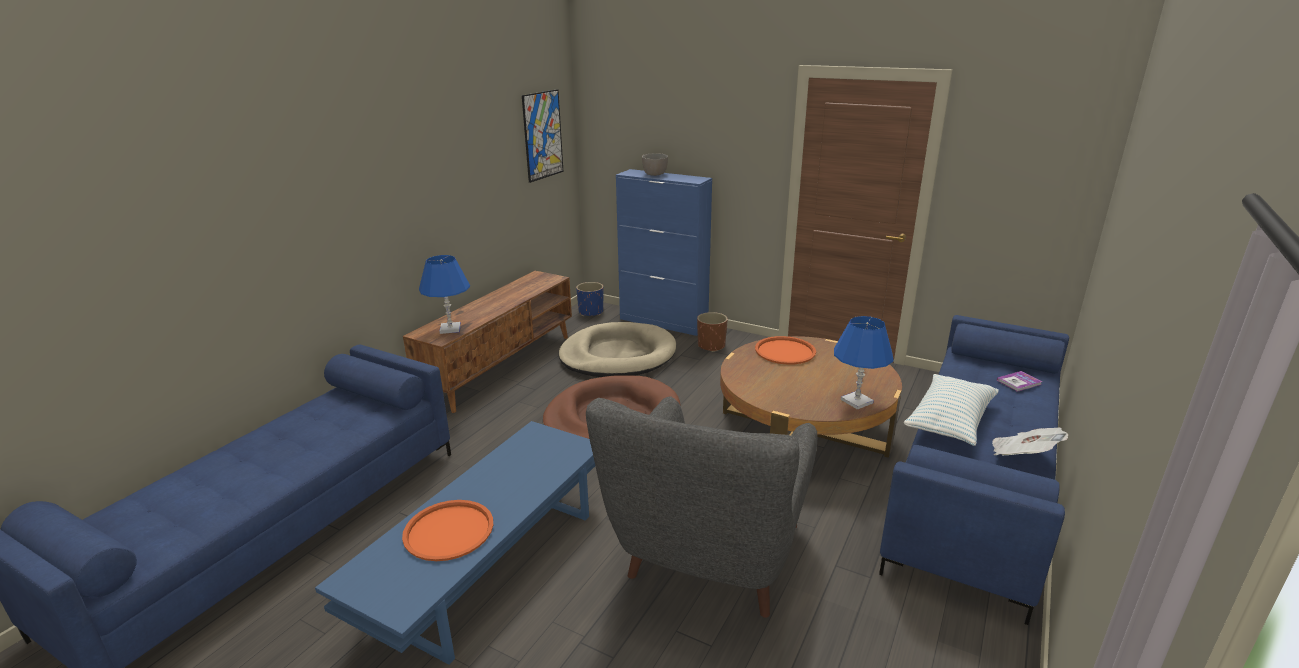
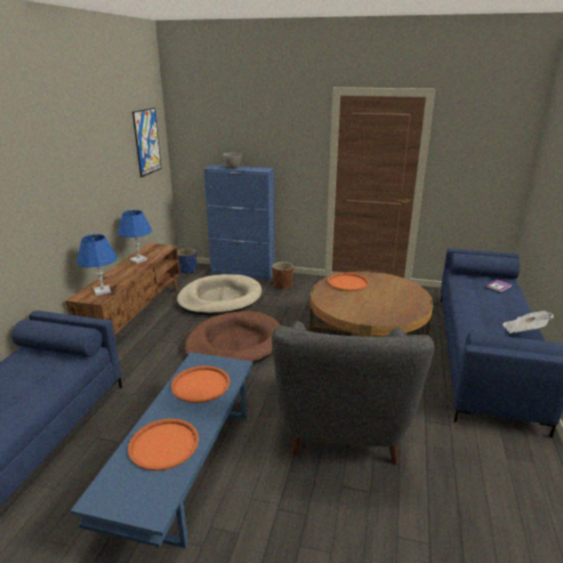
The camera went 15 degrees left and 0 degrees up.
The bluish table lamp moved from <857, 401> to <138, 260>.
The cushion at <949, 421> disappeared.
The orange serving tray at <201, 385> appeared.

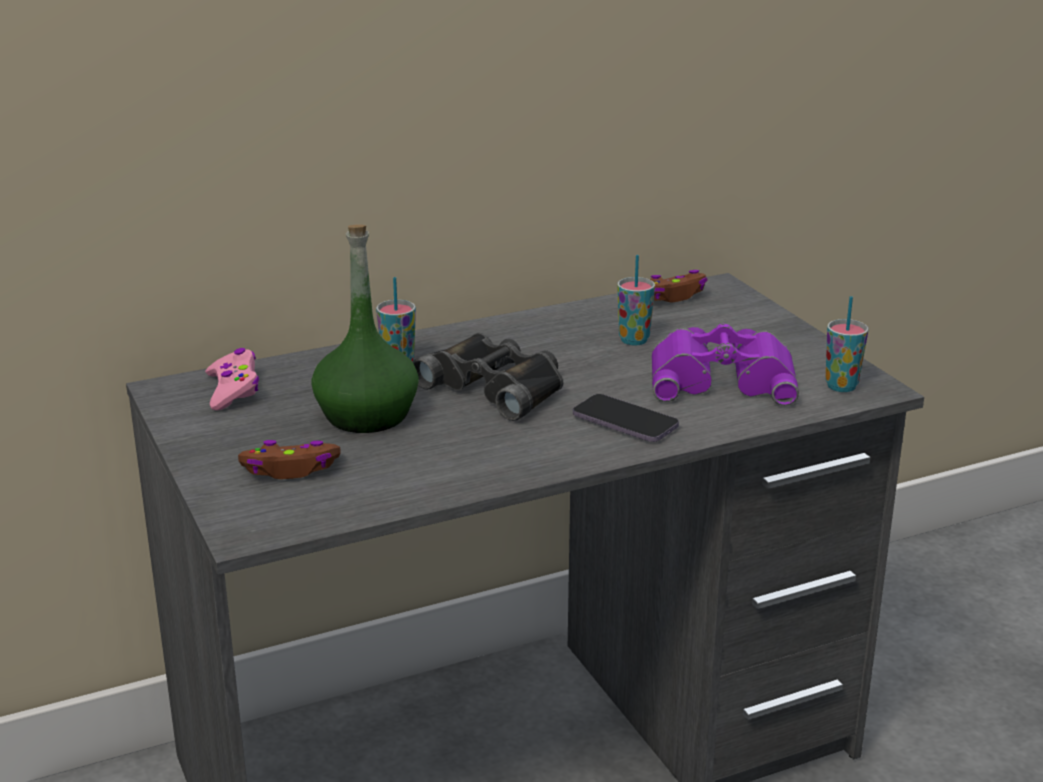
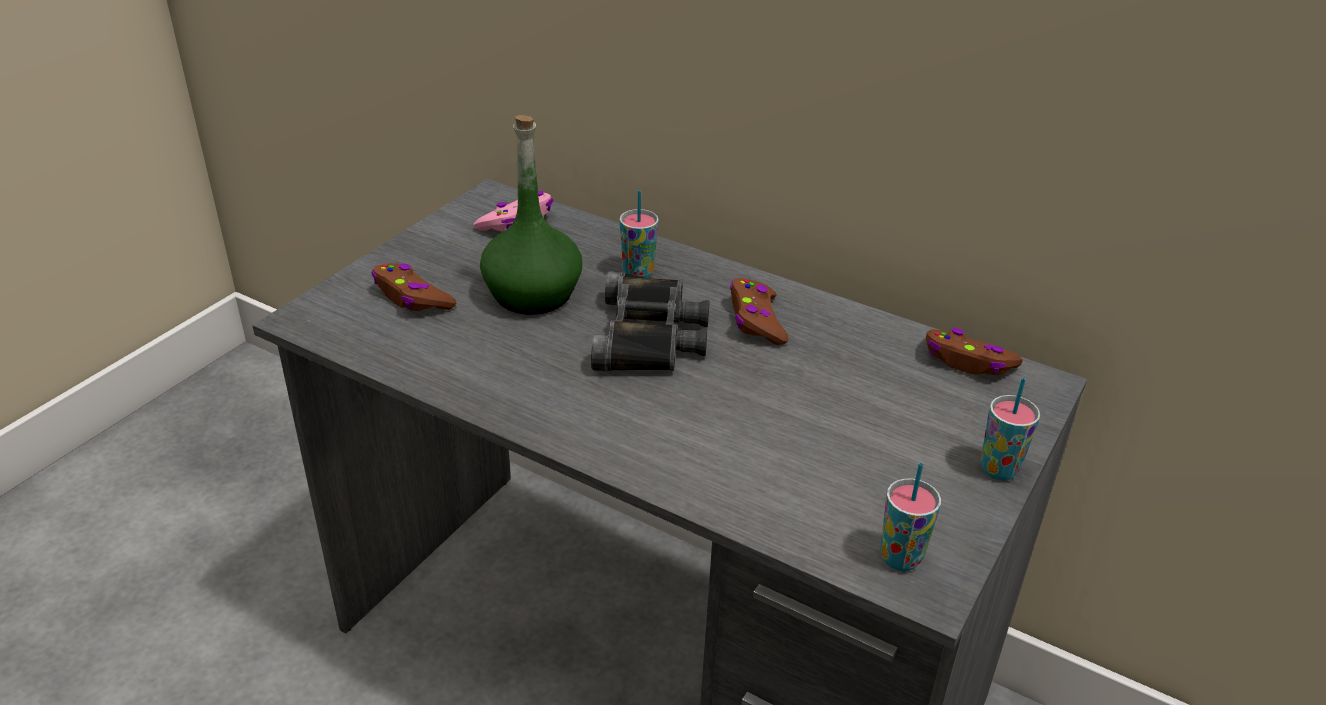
The camera went 55 degrees right and 10 degrees up.
The cup moved from <634, 340> to <998, 470>.
The purple field glasses at <722, 378> disappeared.
The phone at <625, 422> disappeared.
The brown game controller at <756, 320> appeared.

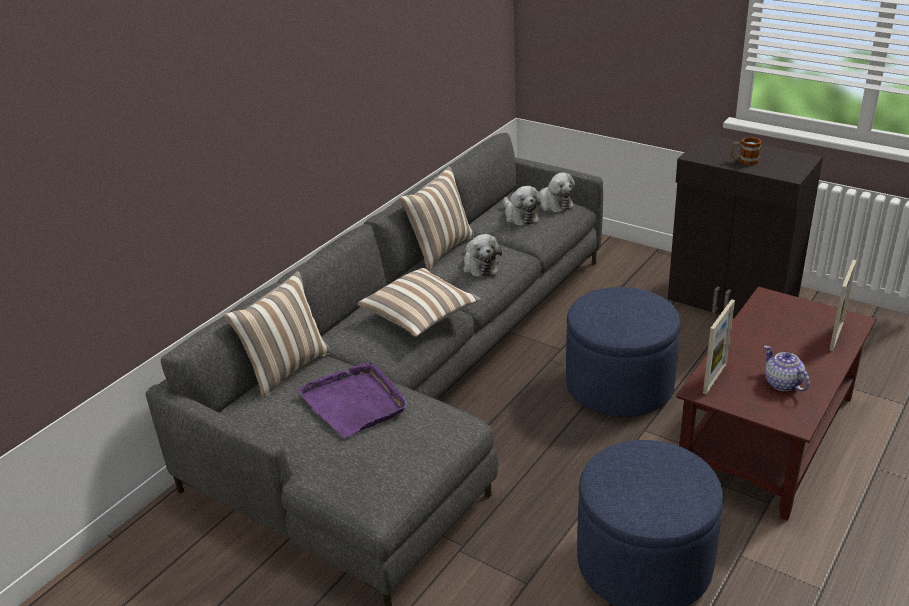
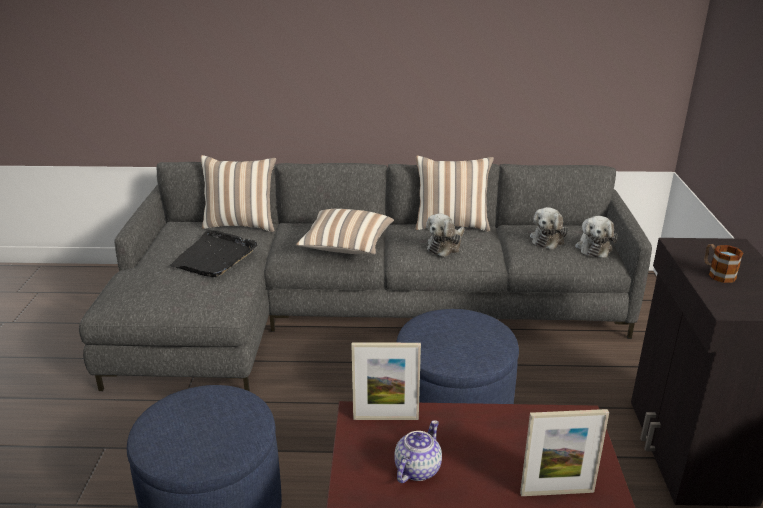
The camera went 55 degrees right and 5 degrees down.
The purple serving tray at <355, 402> became the blackish serving tray at <215, 257>.

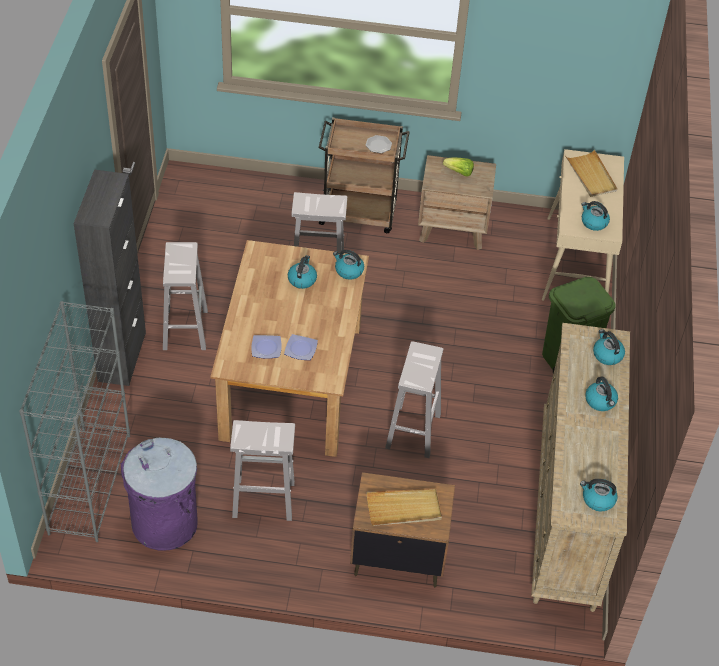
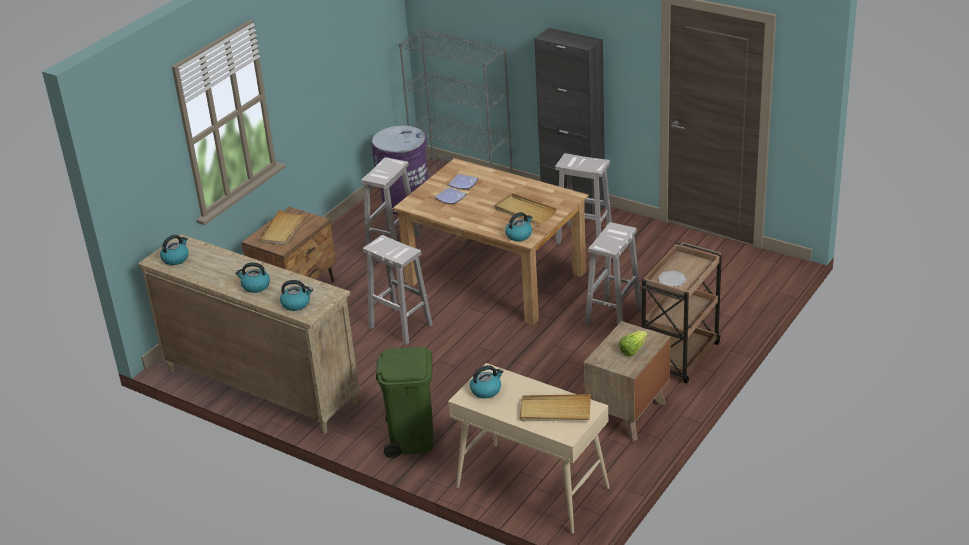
The camera went 120 degrees right and 15 degrees down.
The tea kettle at <302, 279> was replaced by the beige serving tray at <524, 211>.

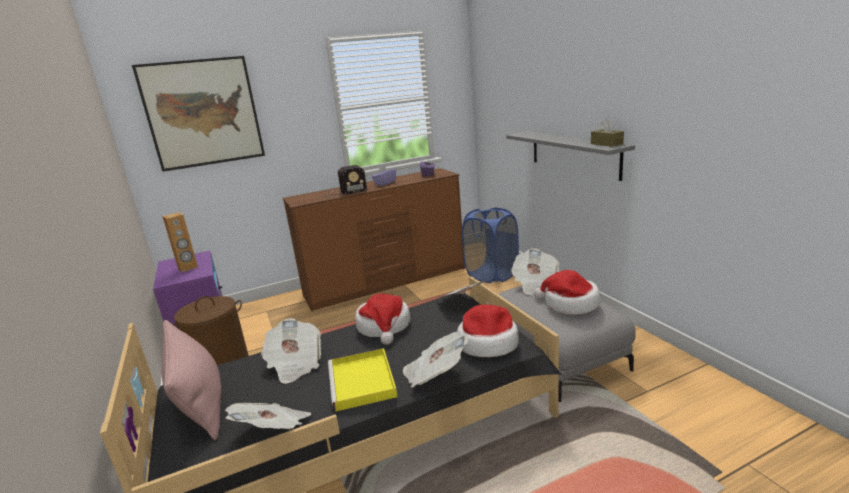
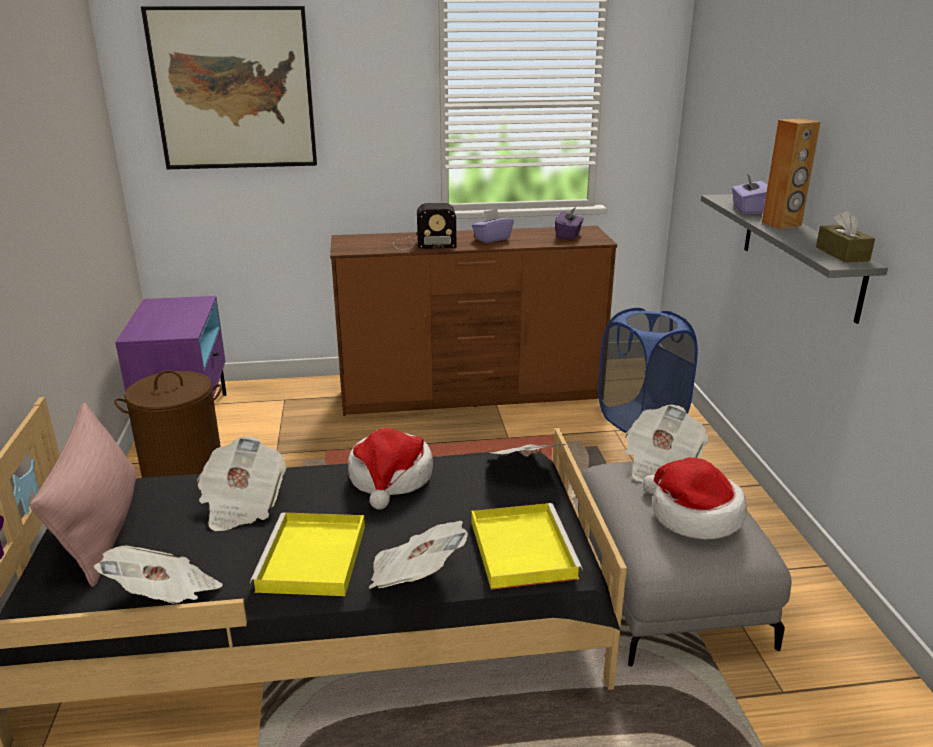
The camera went 15 degrees right and 5 degrees up.
The brown loudspeaker moved from <188, 268> to <781, 224>.
The hat at <487, 343> was replaced by the yellow-coloured serving tray at <521, 548>.
The purple tissue box at <748, 210> appeared.

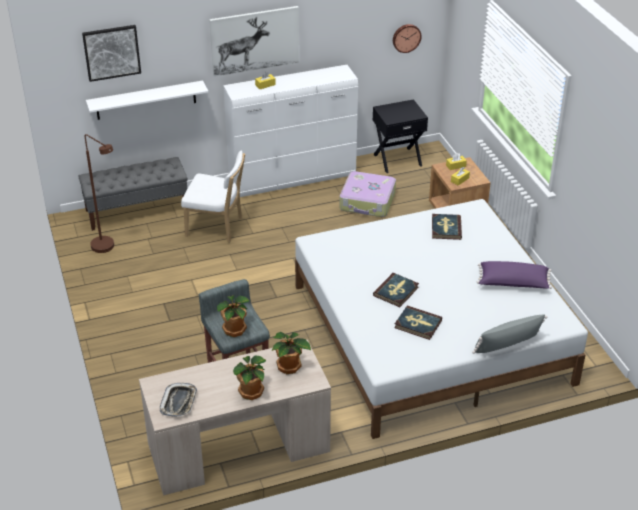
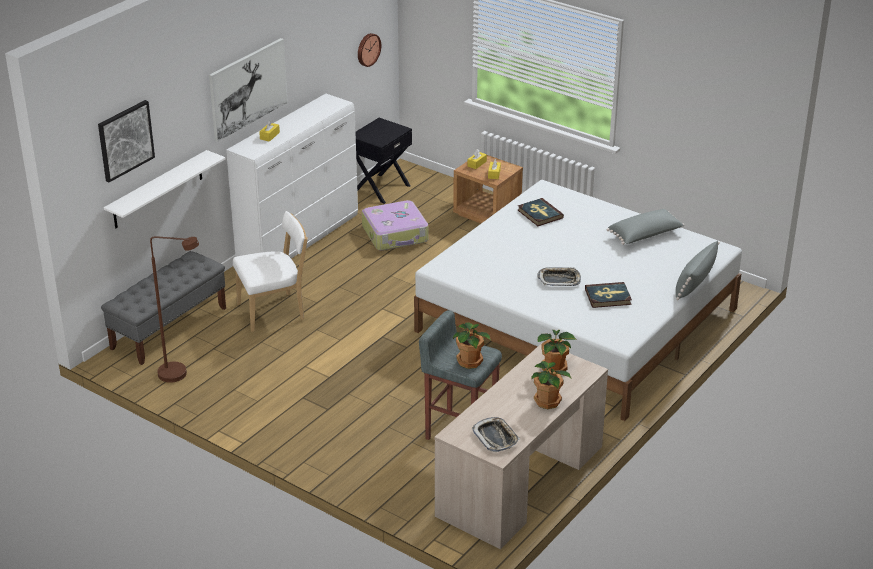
The camera went 35 degrees left and 5 degrees down.
The purple cushion at <513, 283> became the gray cushion at <645, 235>.
The book at <396, 291> was replaced by the serving tray at <559, 279>.

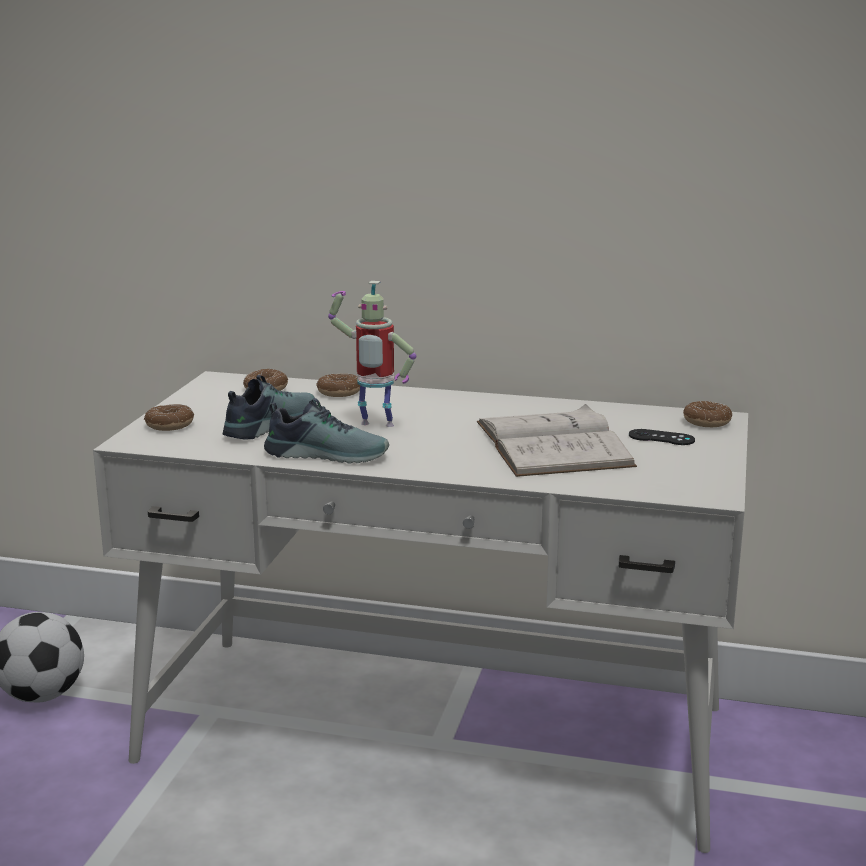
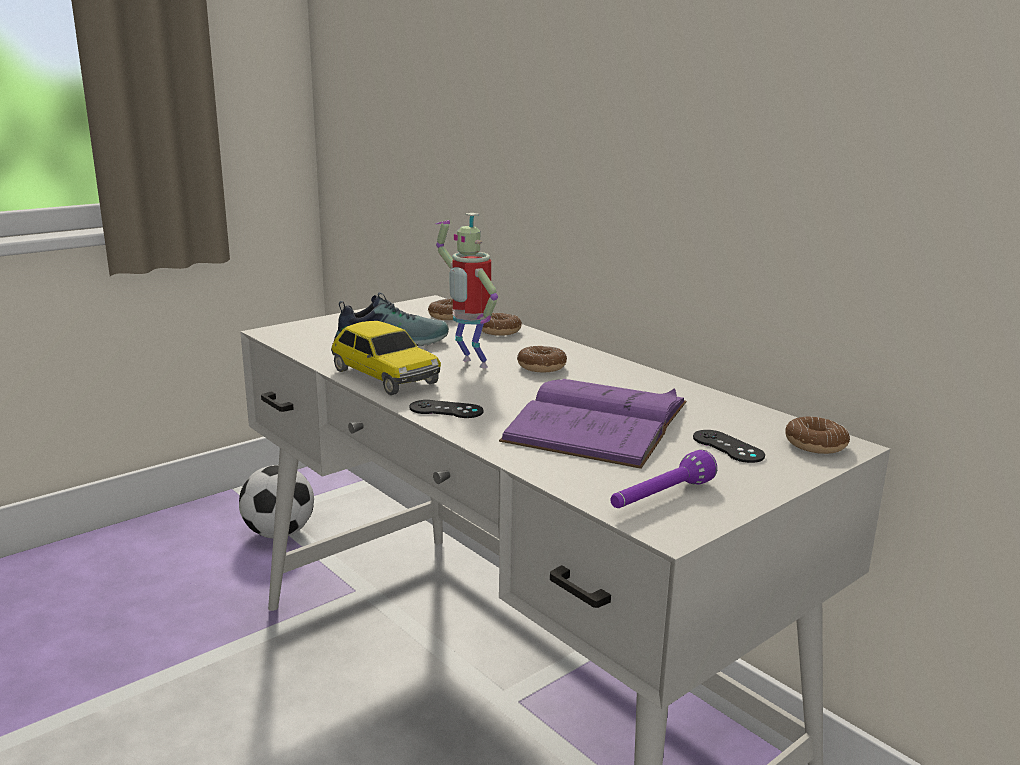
The camera went 35 degrees right and 0 degrees up.
The shoe at <327, 454> was replaced by the toy car at <384, 376>.
The doughnut moved from <169, 425> to <541, 367>.
The white book at <553, 444> became the purple book at <598, 421>.
The blackish game controller at <446, 410> appeared.
The purple flashlight at <660, 497> appeared.

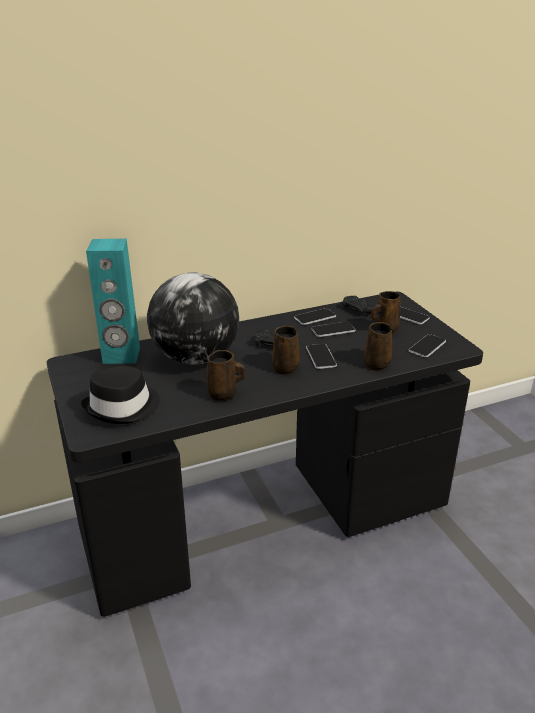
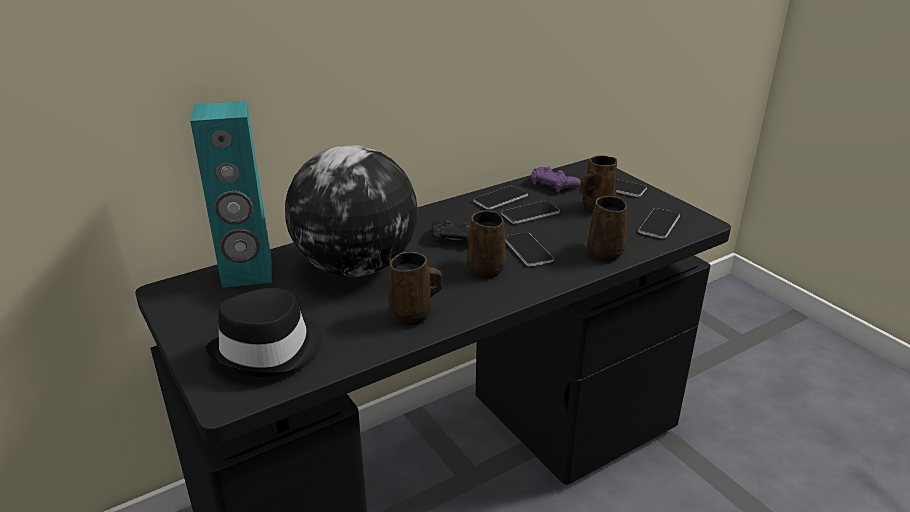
The camera went 10 degrees left and 0 degrees up.
The blackish game controller at <359, 310> became the purple game controller at <553, 184>.

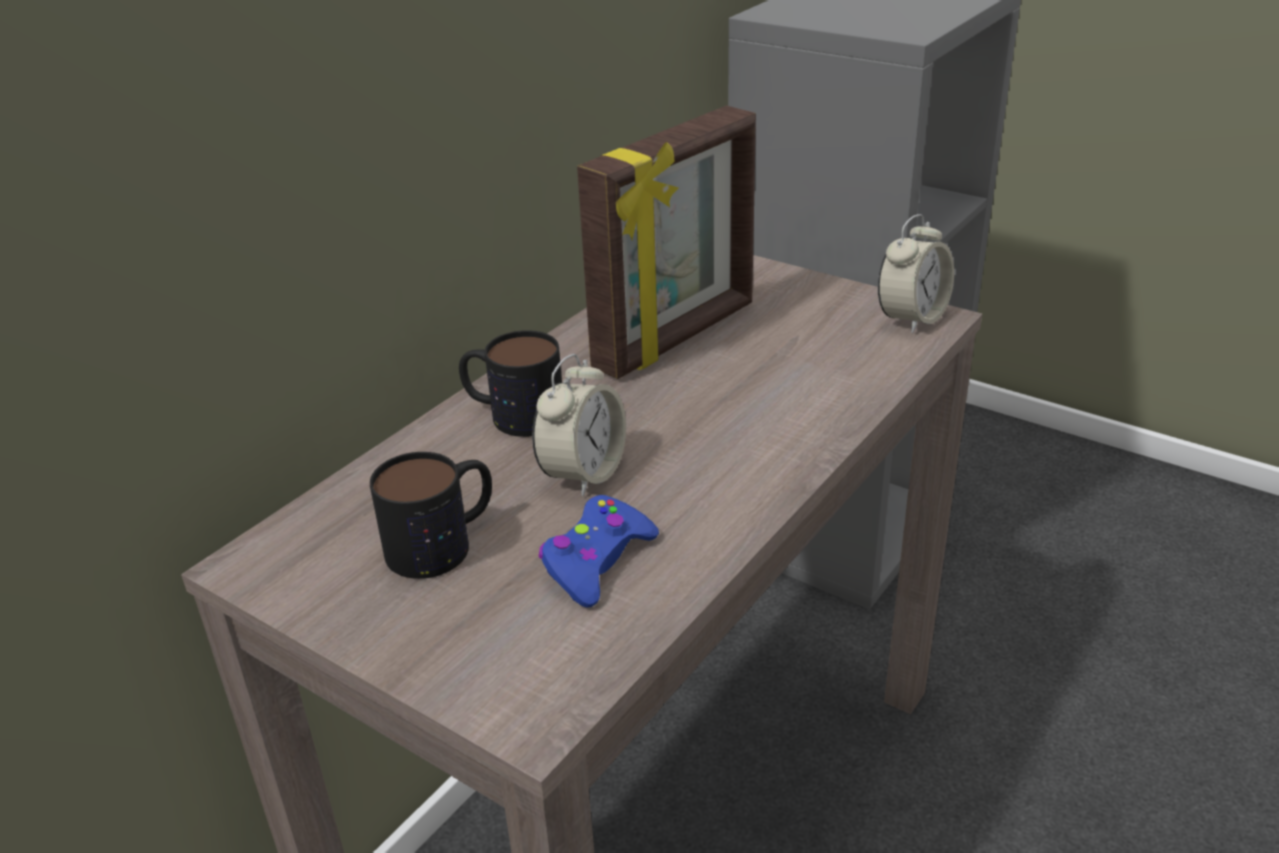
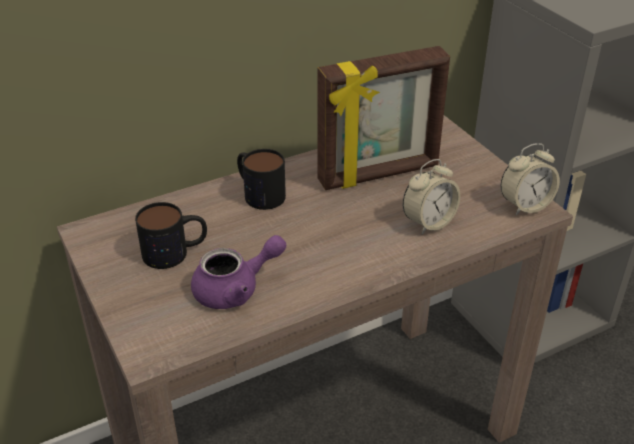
The camera went 25 degrees right and 5 degrees up.
The table clock moved from <583, 474> to <429, 222>.
The bluish game controller at <597, 561> was replaced by the purple pot for tea at <236, 289>.

